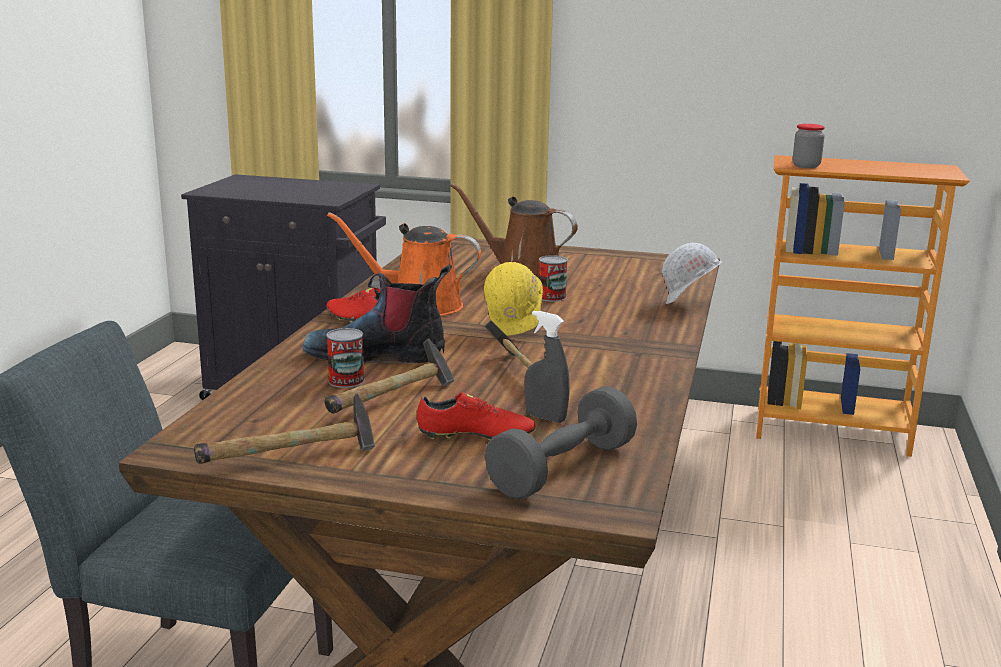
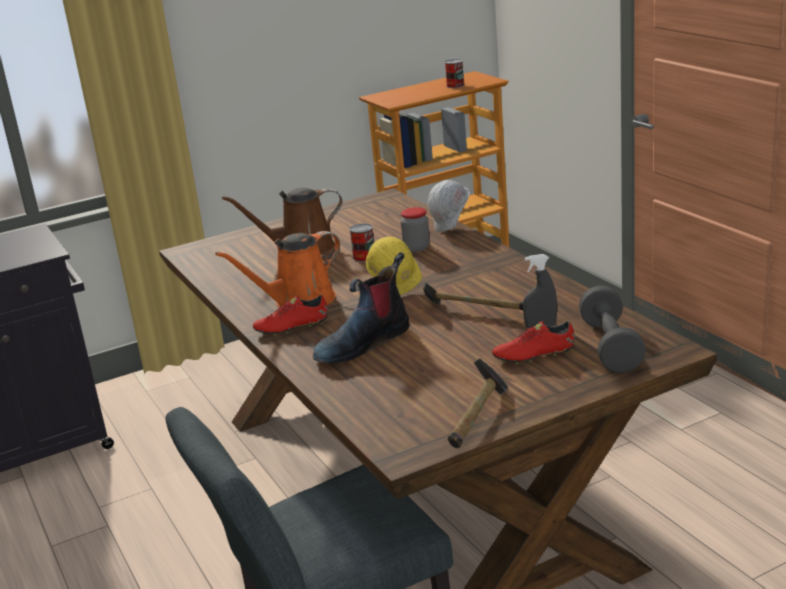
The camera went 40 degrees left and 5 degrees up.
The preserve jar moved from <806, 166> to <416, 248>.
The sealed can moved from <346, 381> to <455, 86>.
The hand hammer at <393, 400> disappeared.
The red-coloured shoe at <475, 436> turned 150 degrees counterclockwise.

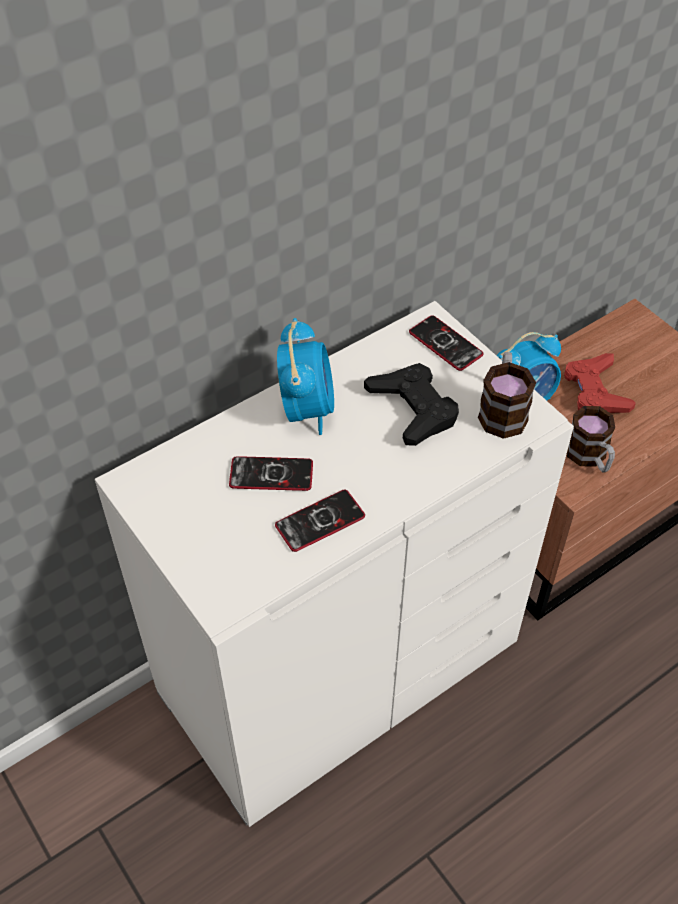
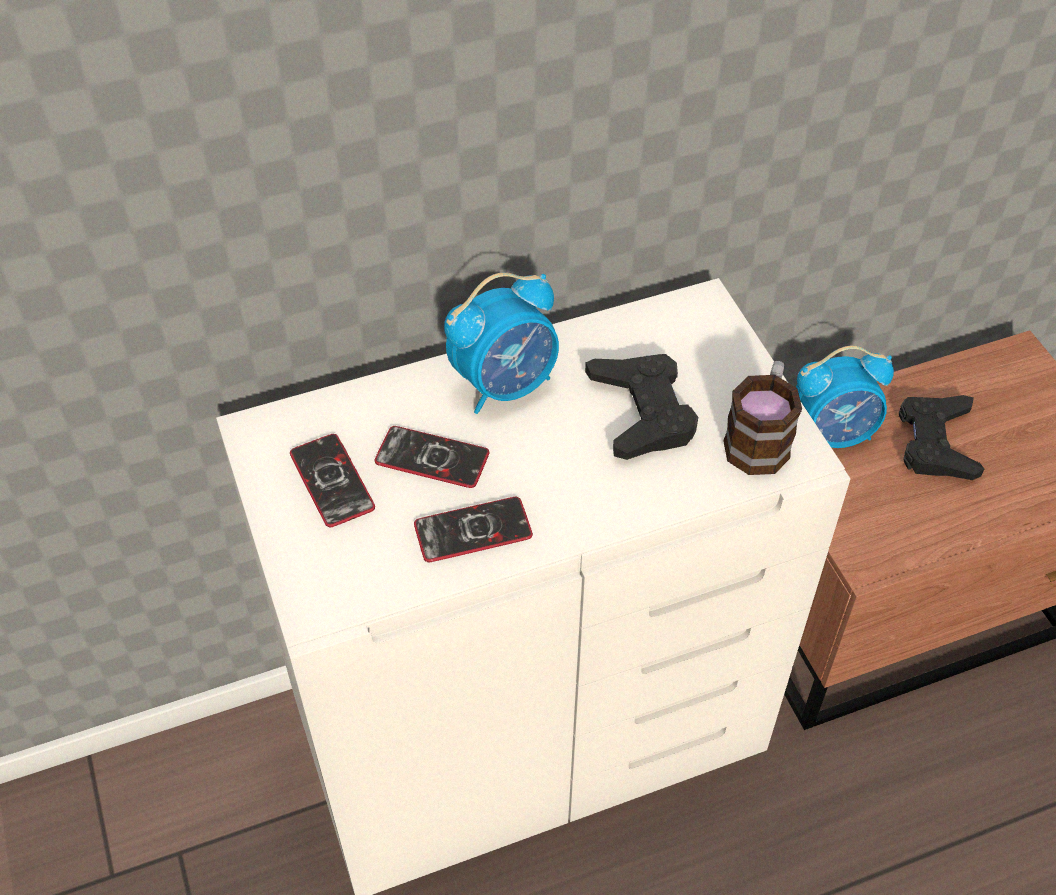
The camera went 15 degrees right and 0 degrees up.
The phone moved from <445, 344> to <332, 481>.
The table clock at <307, 409> turned 45 degrees clockwise.
The red-coloured game controller at <595, 391> became the blackish game controller at <936, 442>.
The tea mug at <590, 458> disappeared.

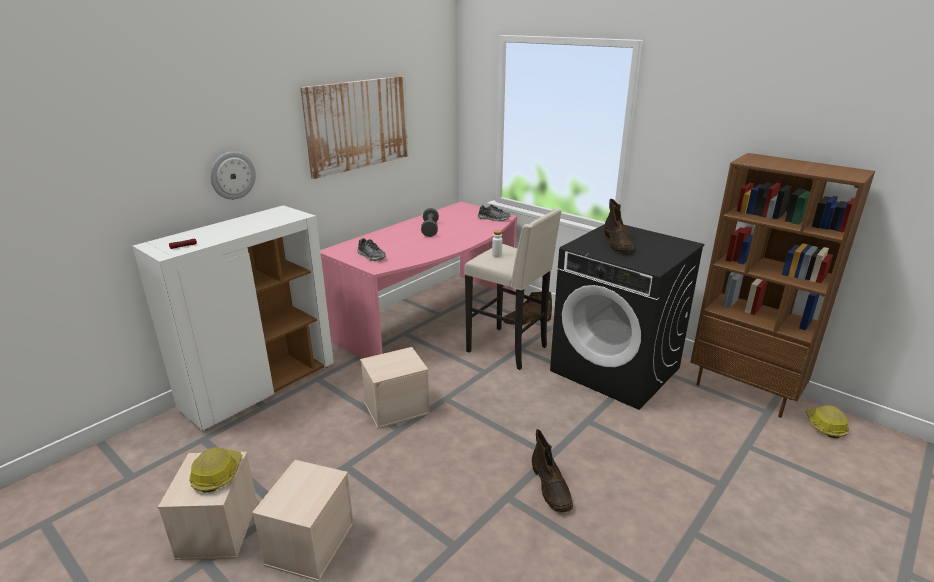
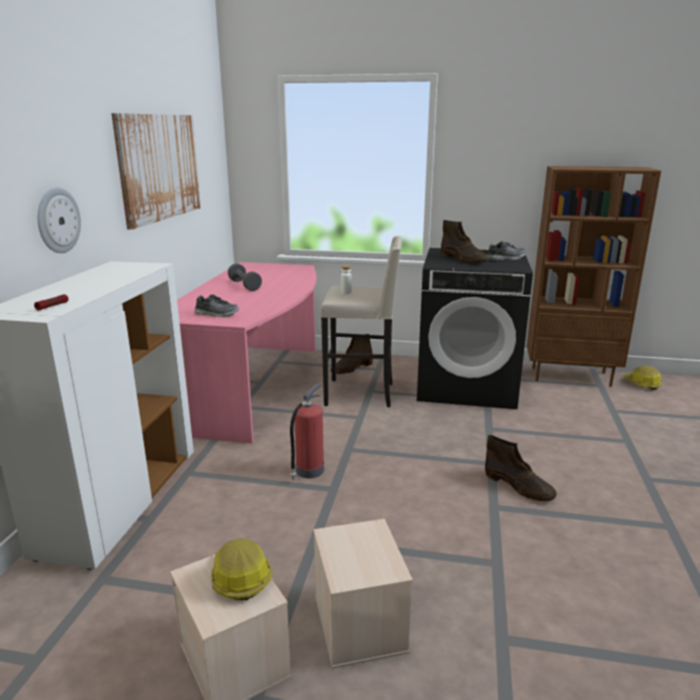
The camera went 30 degrees left and 5 degrees down.
The shoe moved from <493, 219> to <505, 258>.
The beige storage container at <397, 407> was replaced by the extinguisher at <308, 471>.

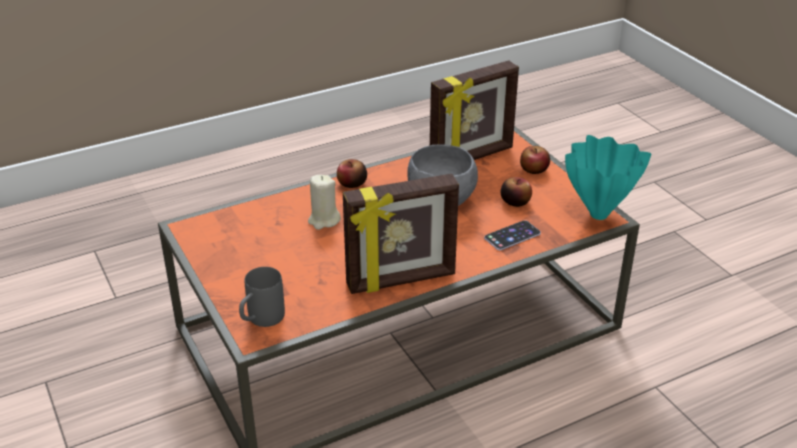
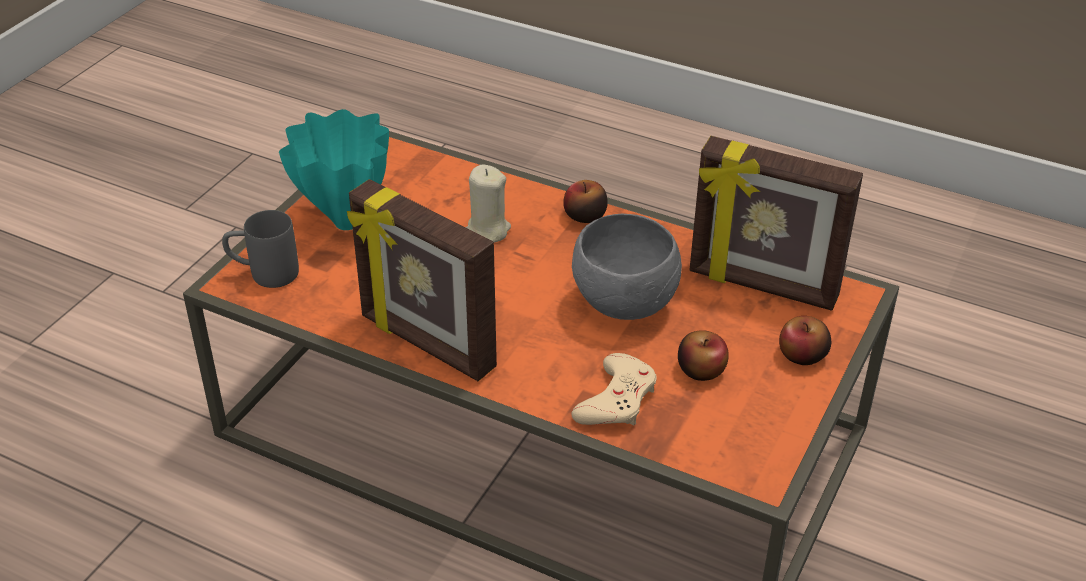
The camera went 55 degrees right and 5 degrees up.
The turquoise-coloured decorative vase moved from <597, 215> to <346, 221>.
The phone at <512, 236> was replaced by the beige game controller at <616, 399>.

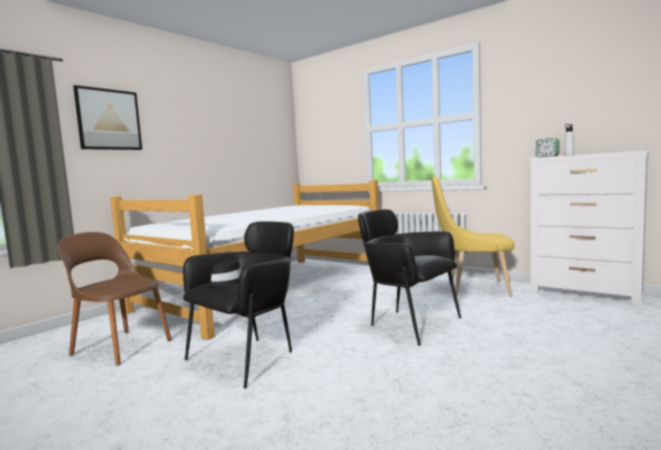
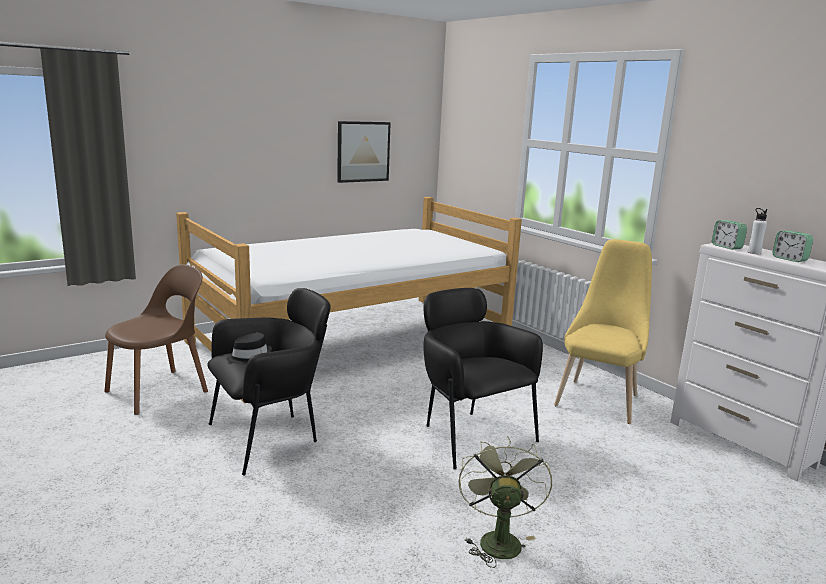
The camera went 15 degrees right and 10 degrees up.
The wall picture moved from <109, 119> to <363, 151>.
The yellow-coloured plain chair at <473, 288> turned 90 degrees clockwise.
The brown plain chair at <120, 346> turned 90 degrees clockwise.
The table clock at <789, 259> appeared.
The green cooling fan at <497, 539> appeared.

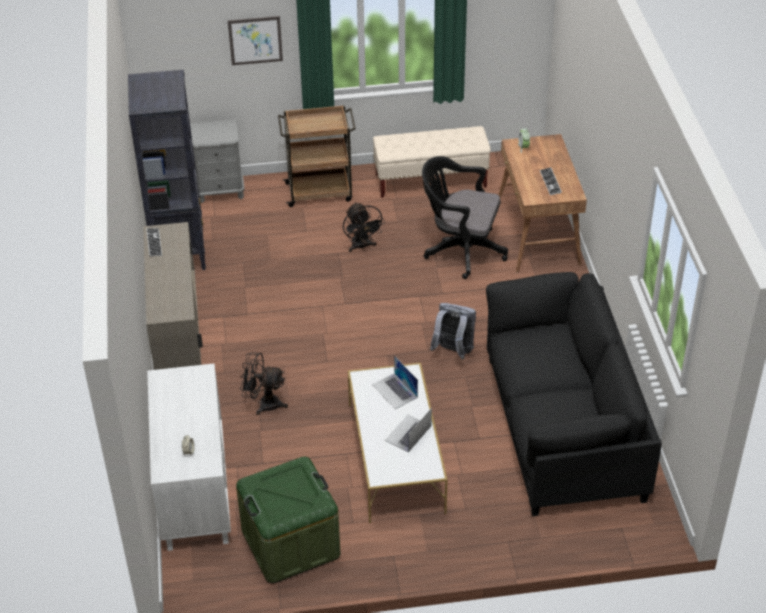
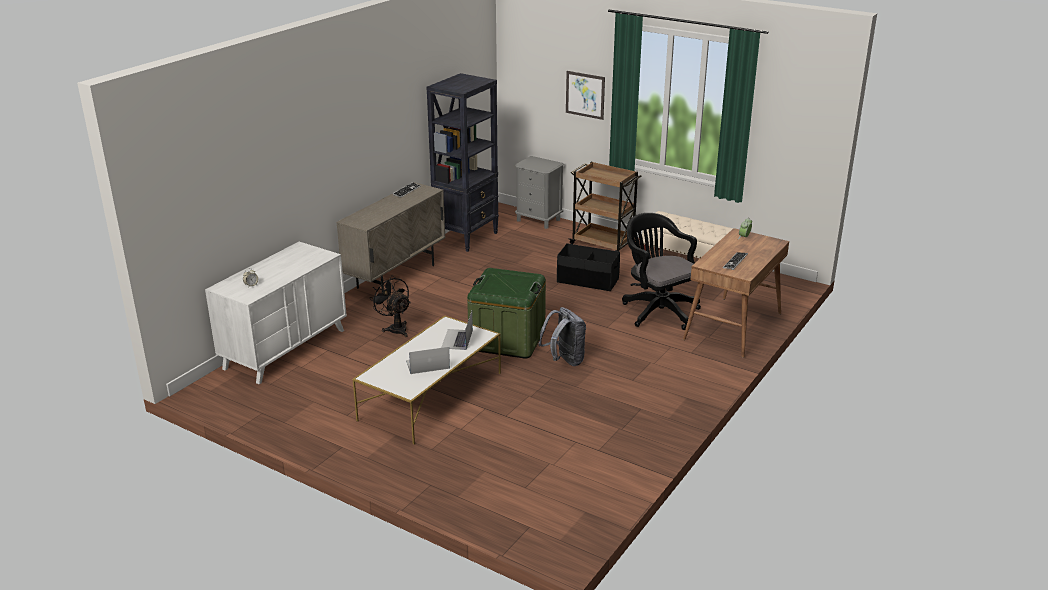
The camera went 40 degrees right and 15 degrees down.
The blackish cooling fan at <361, 246> was replaced by the blackish storage container at <587, 280>.
The blackish sofa at <562, 428> disappeared.
The green storage container moved from <290, 543> to <507, 339>.

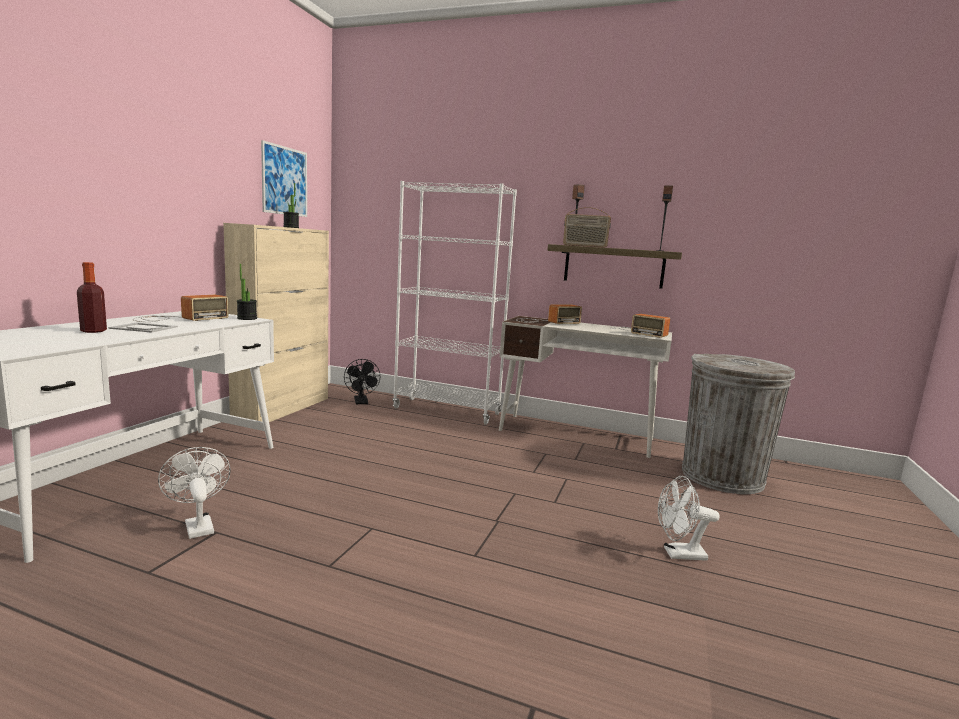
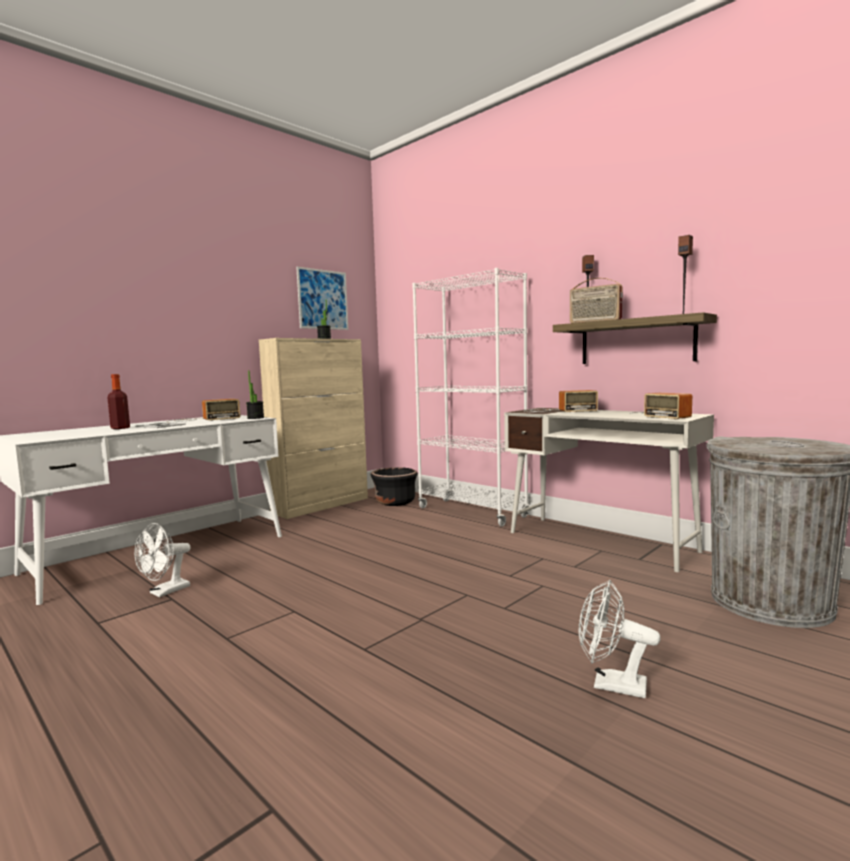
The camera went 25 degrees right and 5 degrees down.
The blackish cooling fan at <361, 402> was replaced by the blackish planter at <395, 502>.
The white cooling fan at <197, 525> turned 135 degrees counterclockwise.

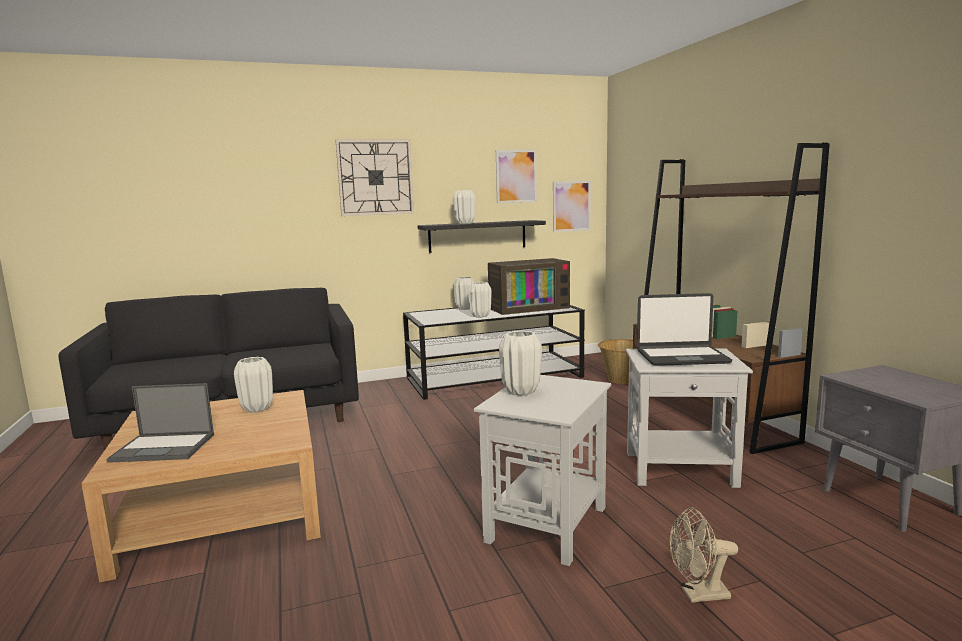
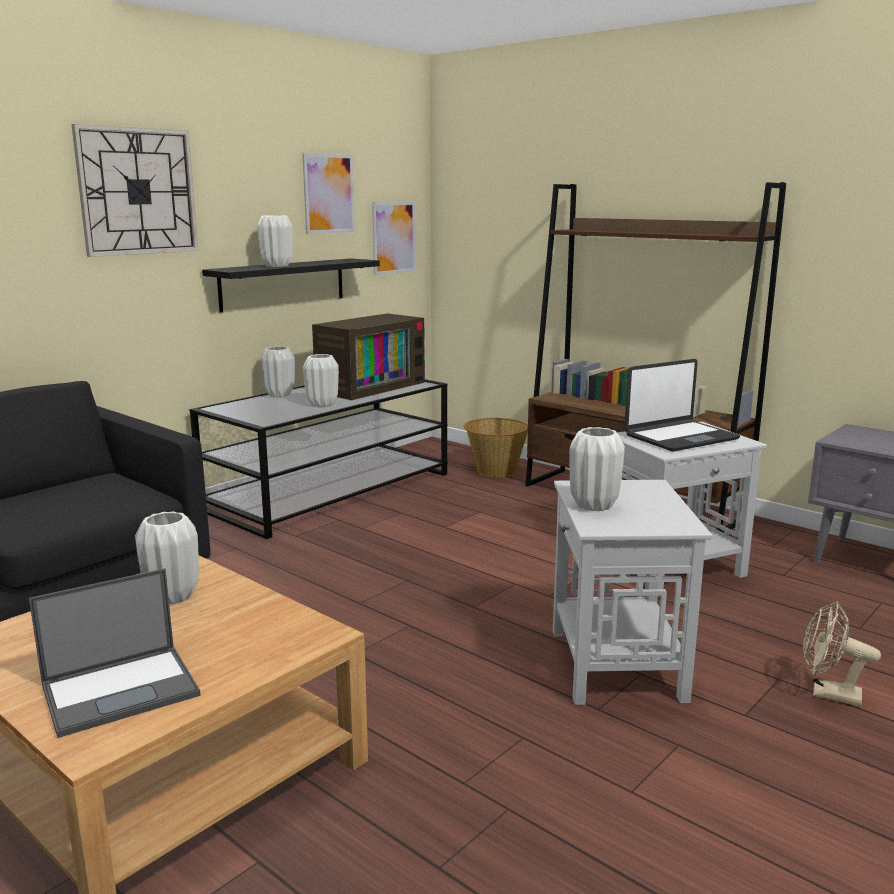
The camera went 30 degrees left and 5 degrees up.
The beige cooling fan at <698, 595> turned 60 degrees clockwise.

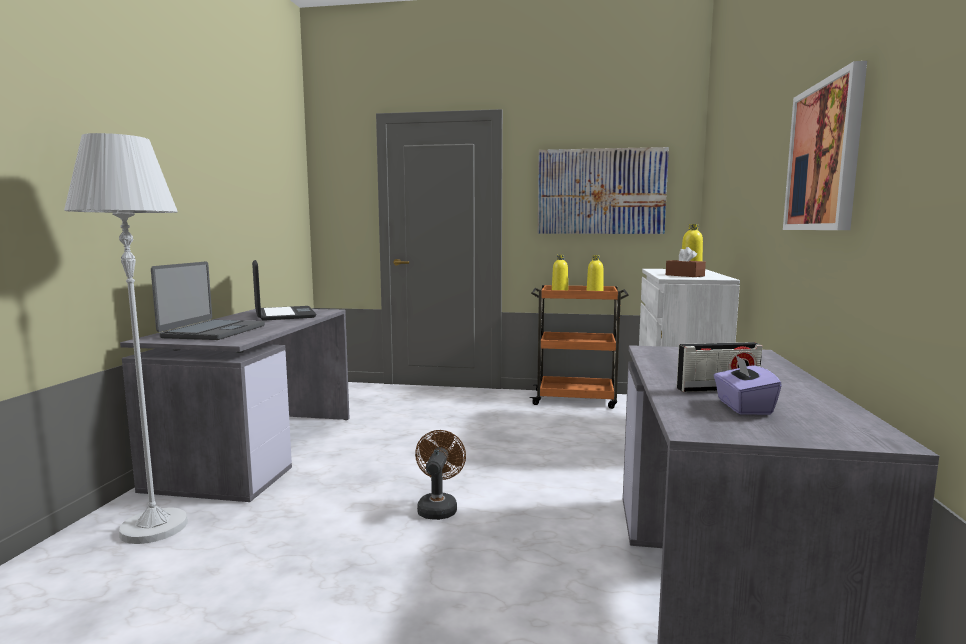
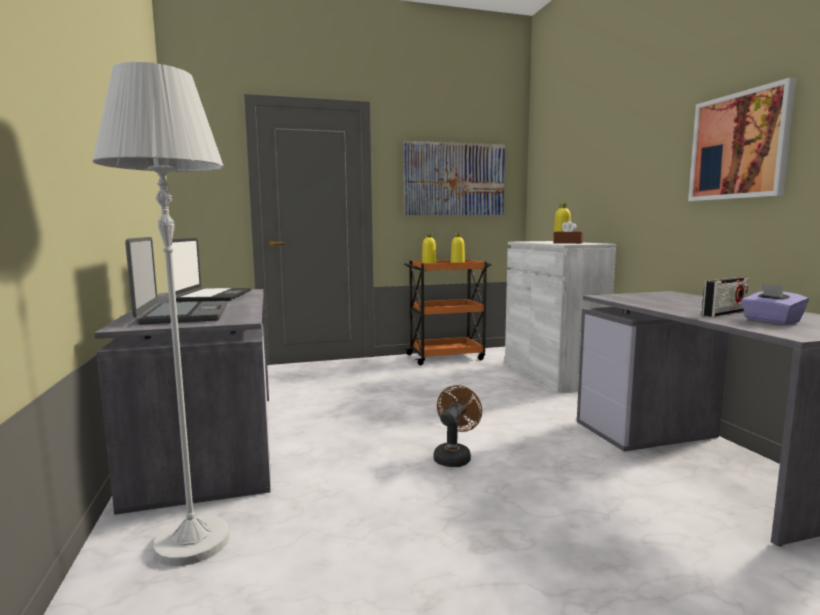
The camera went 25 degrees left and 0 degrees up.
The notebook computer at <283, 314> turned 45 degrees clockwise.
The brown cooling fan at <438, 507> turned 45 degrees clockwise.

